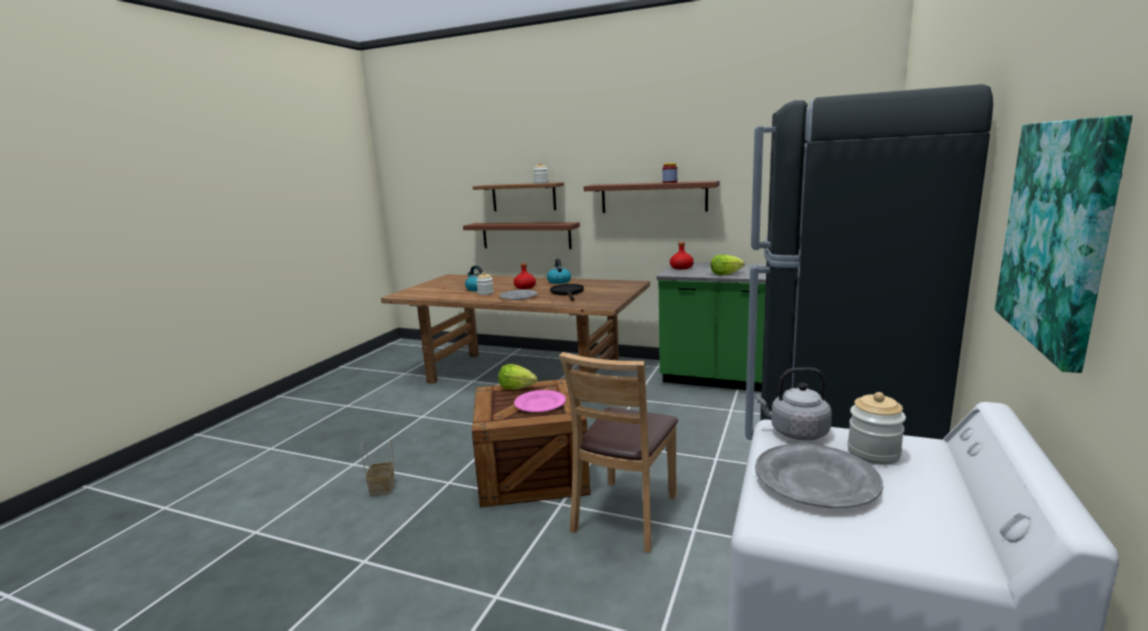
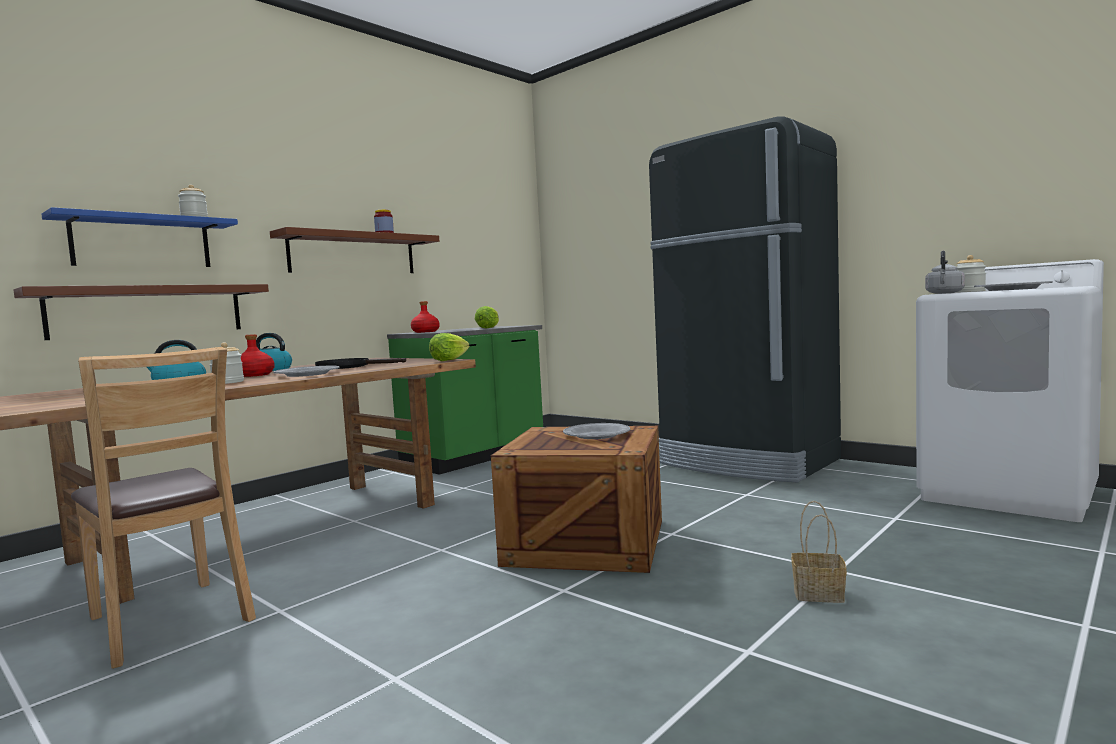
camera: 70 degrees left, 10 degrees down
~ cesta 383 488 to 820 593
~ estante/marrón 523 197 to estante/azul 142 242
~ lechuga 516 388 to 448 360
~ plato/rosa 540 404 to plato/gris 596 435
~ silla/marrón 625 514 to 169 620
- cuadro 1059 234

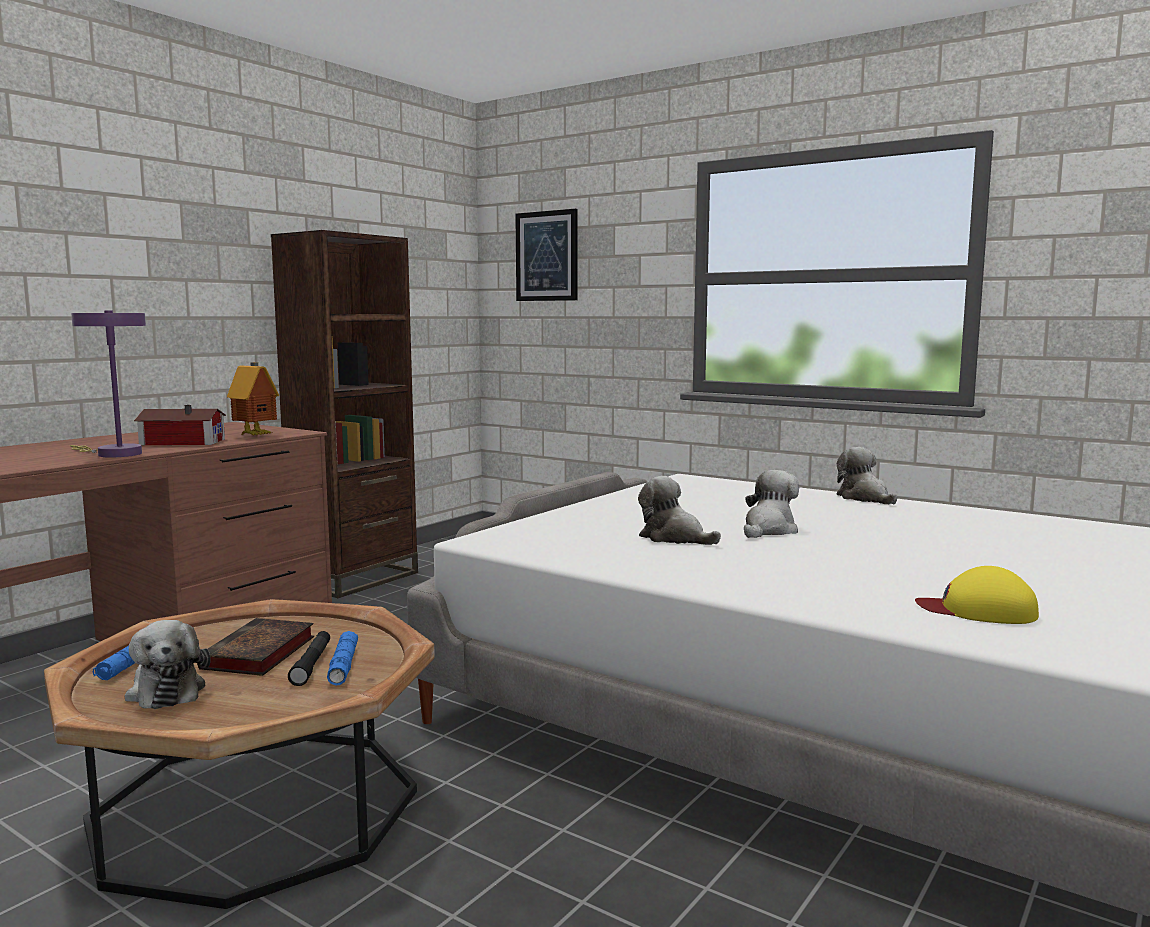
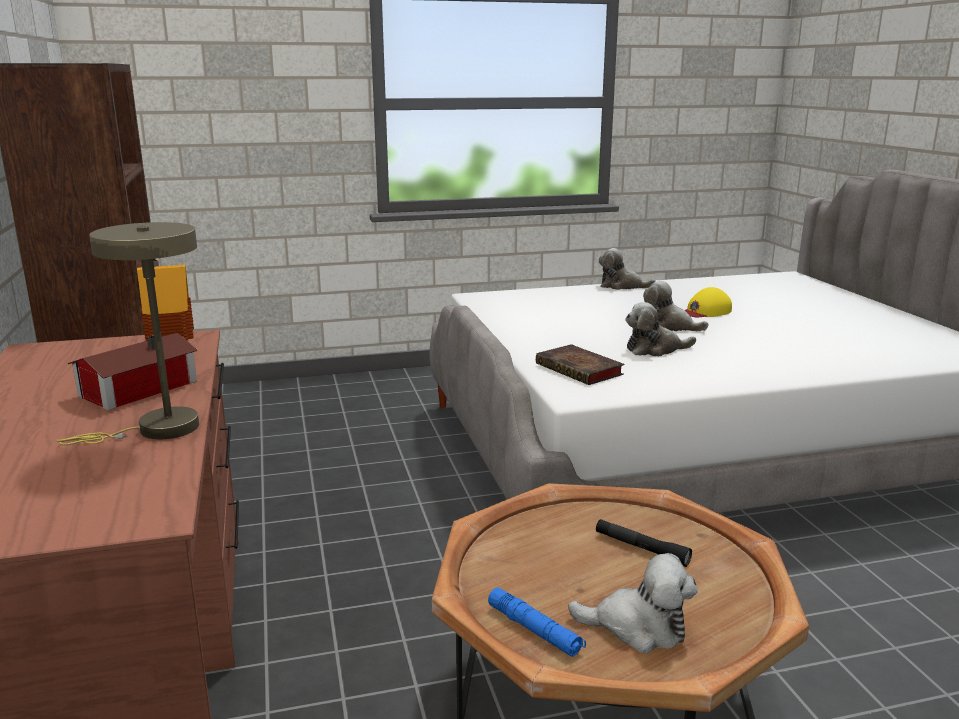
camera: 50 degrees left, 10 degrees up
~ lámpara de mesa/morado 114 454 to lámpara de mesa/beis 157 430
~ libro 258 654 to 581 370
- linterna/azul 343 665
- cuadro 547 256
~ peluche 768 530 = 669 326 45 degrees counterclockwise
~ gorra/amarillo 977 610 to 705 311

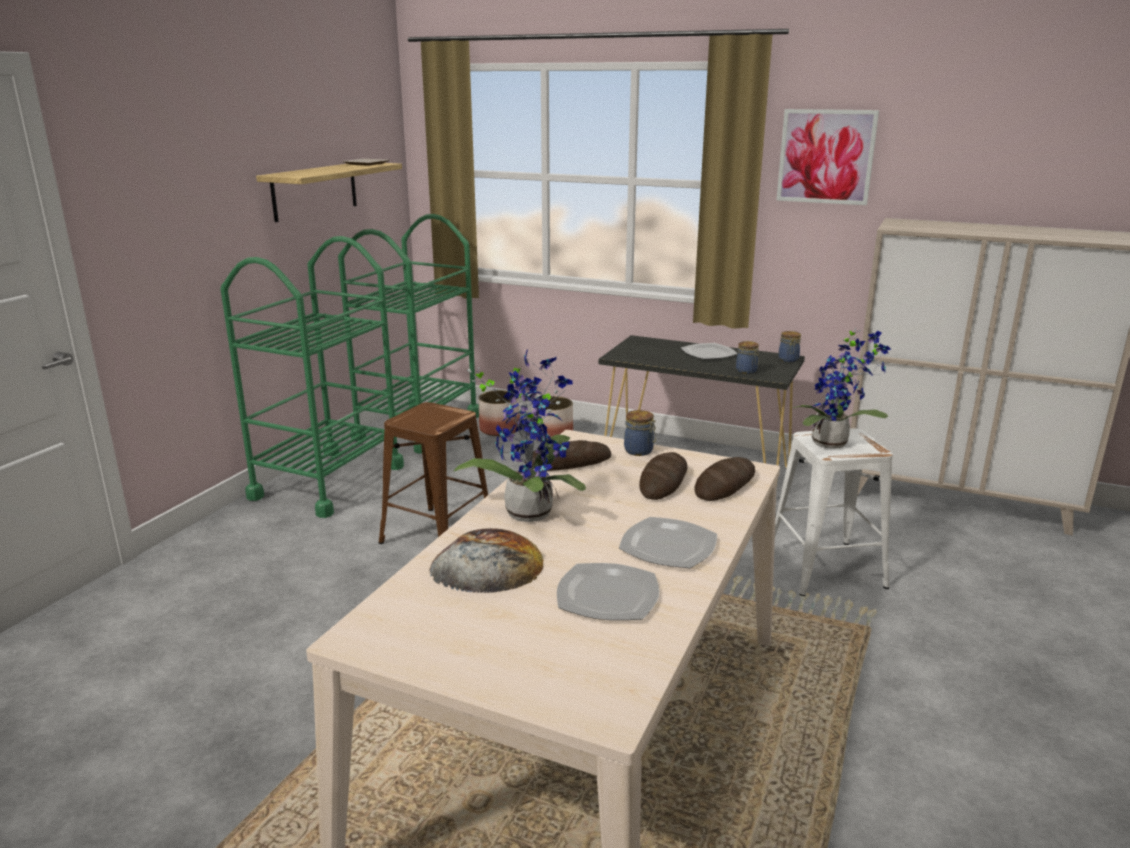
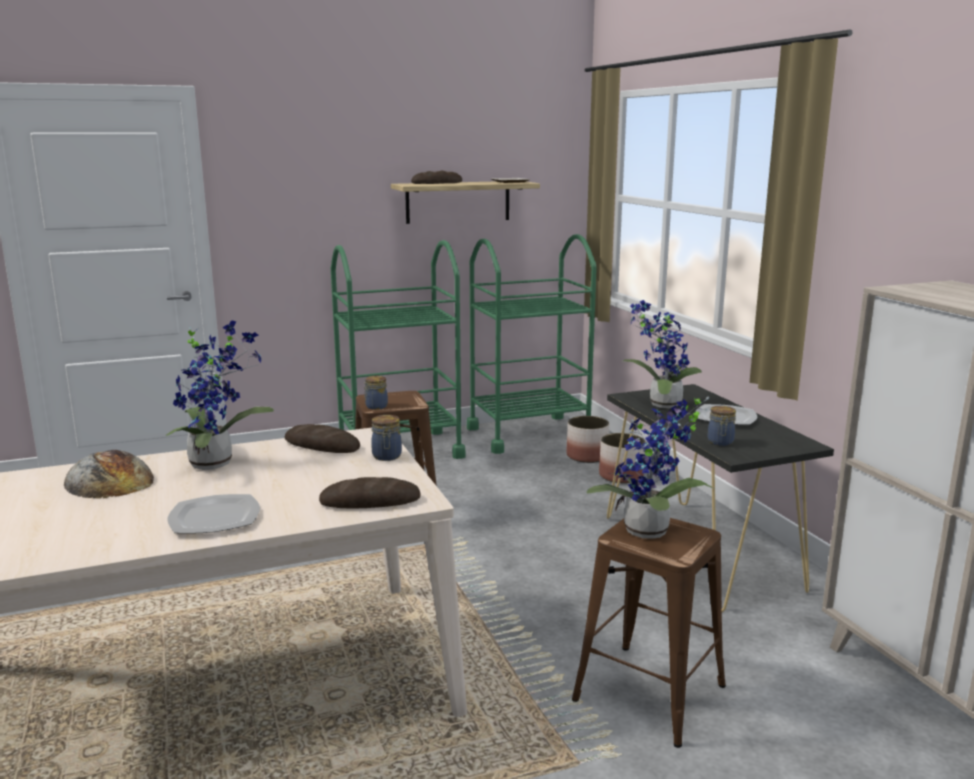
camera: 45 degrees right, 5 degrees down
- plato 607 595
~ pan 663 481 to 437 183
~ taburete/blanco 824 567 to taburete/marrón 650 691
- cuadro 826 156
~ tarro 788 360 to 375 407
+ planta en maceta 661 404

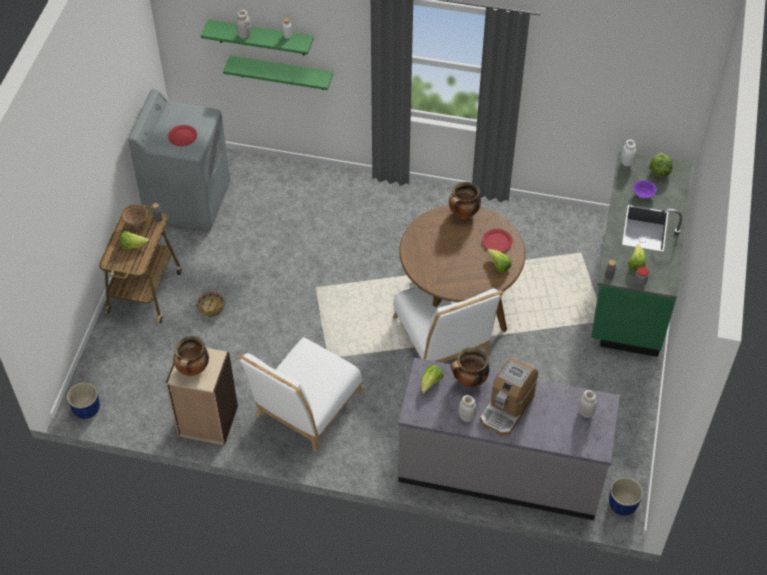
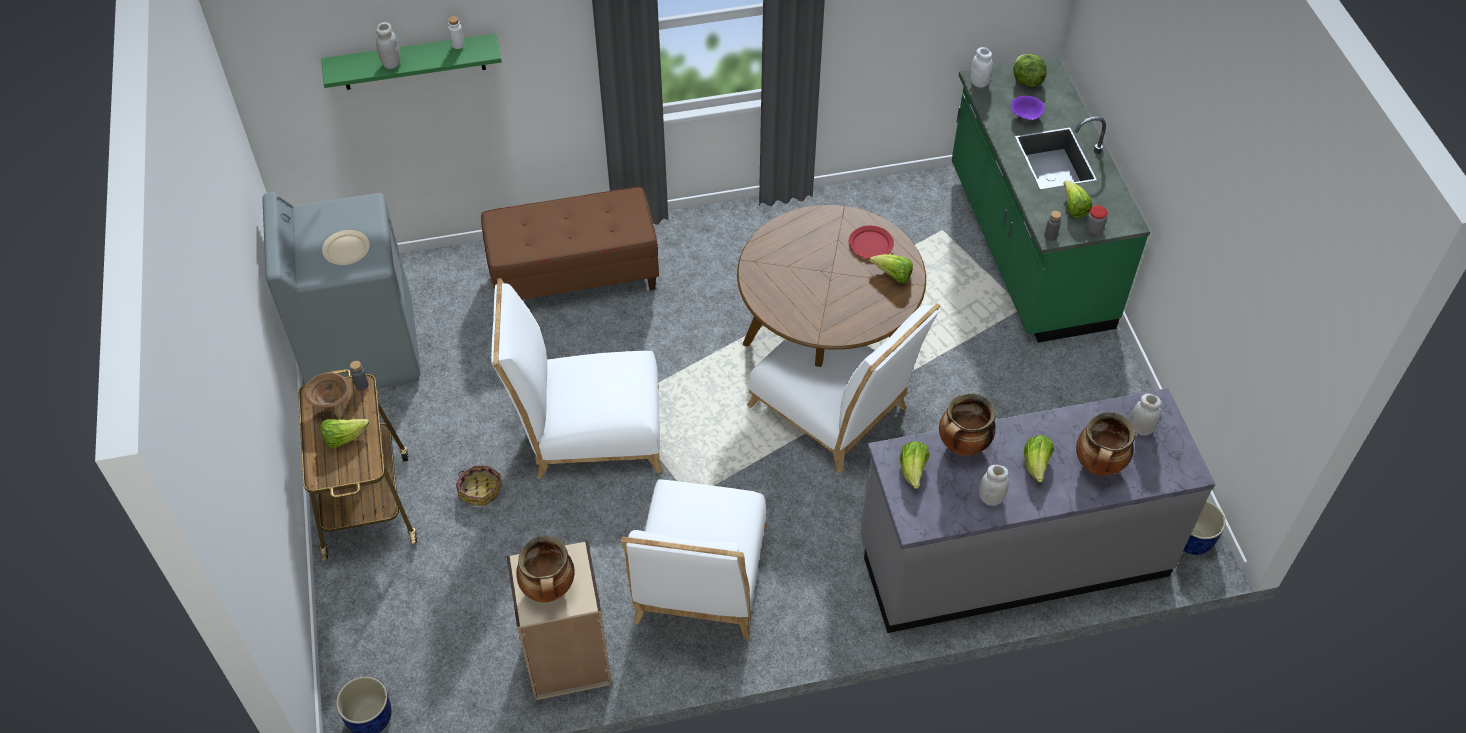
camera: 25 degrees left, 0 degrees up
~ plato/rojo 183 137 to plato/beis 347 249
- estante/verde 282 73
~ olla 463 214 to 1099 466
~ cafetera 506 408 to lechuga 1036 465
+ banco/marrón 574 276
+ silla/blanco 588 431

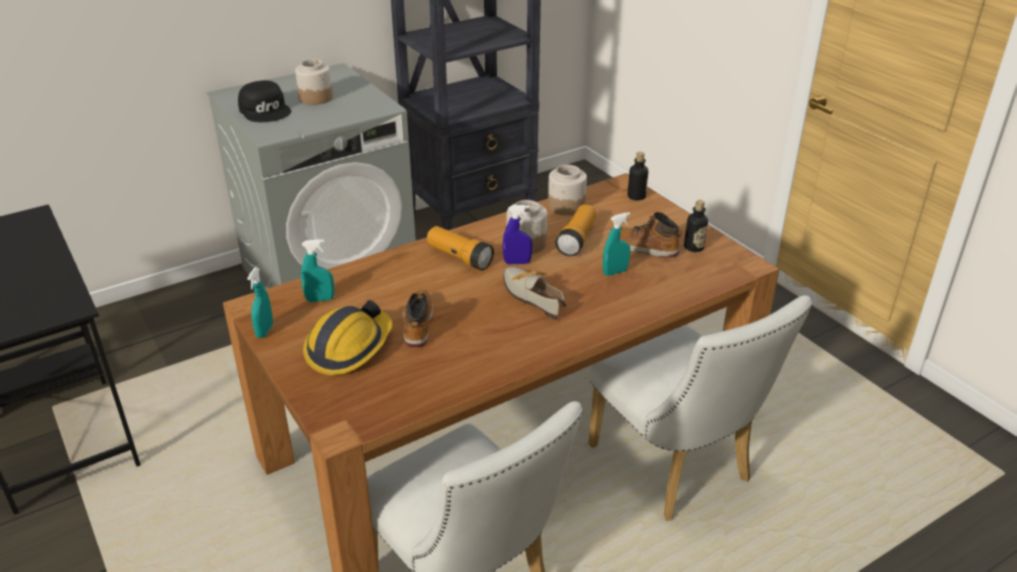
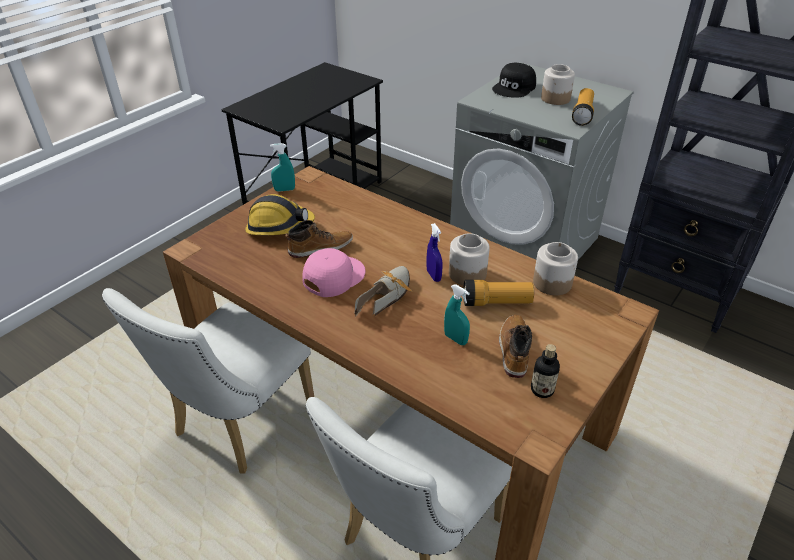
camera: 70 degrees right, 5 degrees up
- pulverizador/turquesa 320 299
~ linterna 459 257 to 582 114
- botella 636 196
+ gorra/rosa 333 276

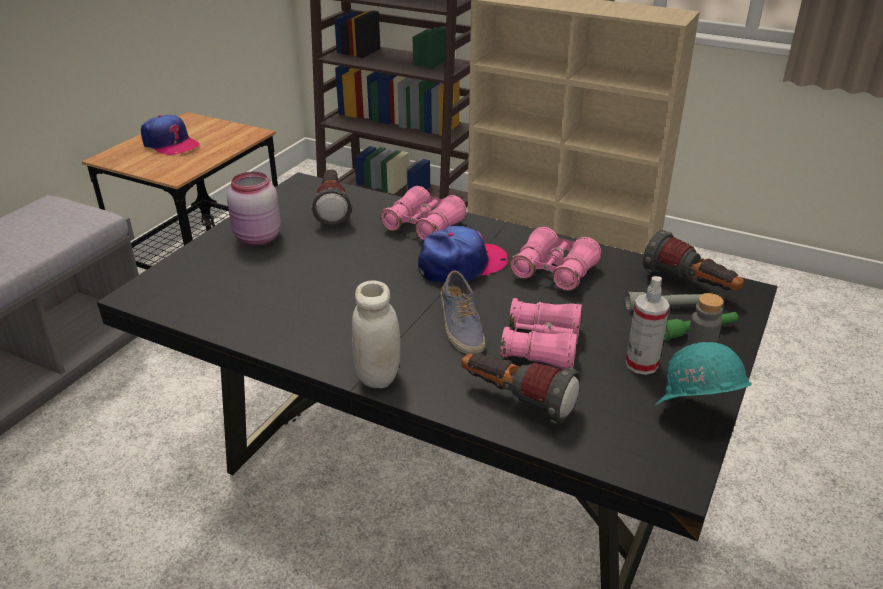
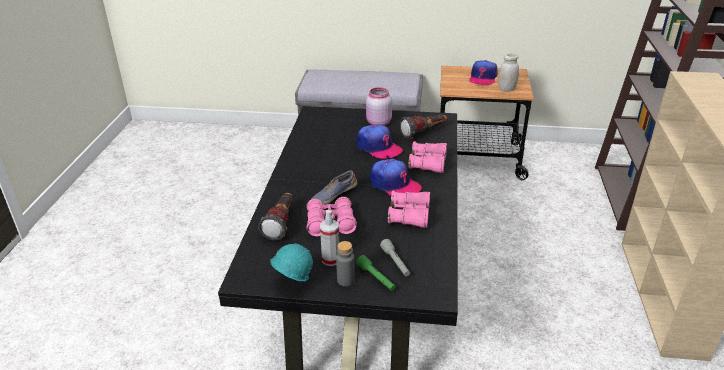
camera: 70 degrees right, 0 degrees up
~ tarro/blanco 378 376 to 507 89
- linterna 690 285
+ gorra 378 147

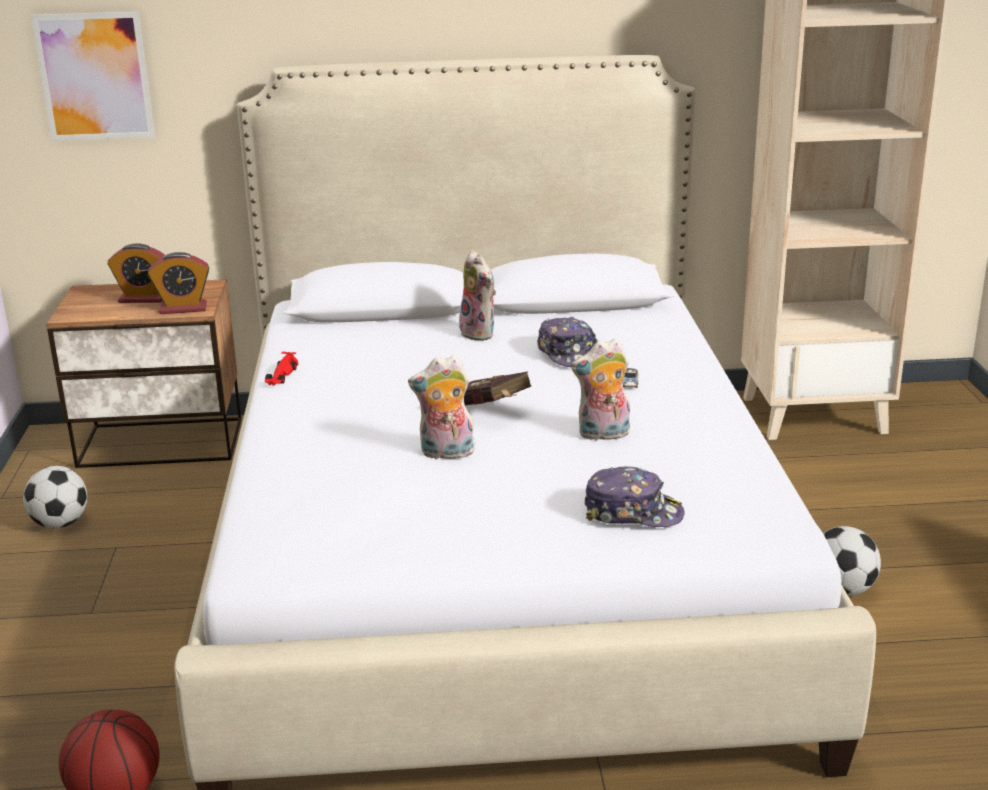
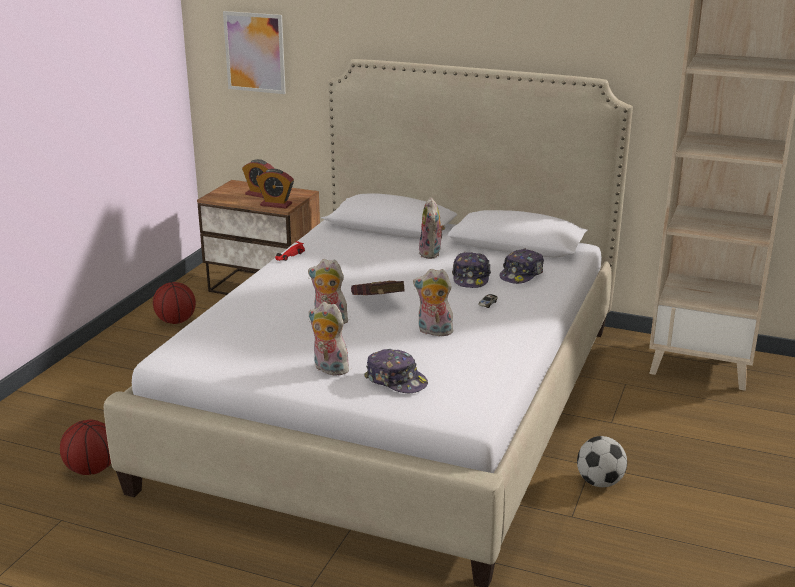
camera: 25 degrees right, 0 degrees up
~ balón de fútbol 60 523 to balón de baloncesto 176 321
+ peluche 328 369
+ gorra 522 274

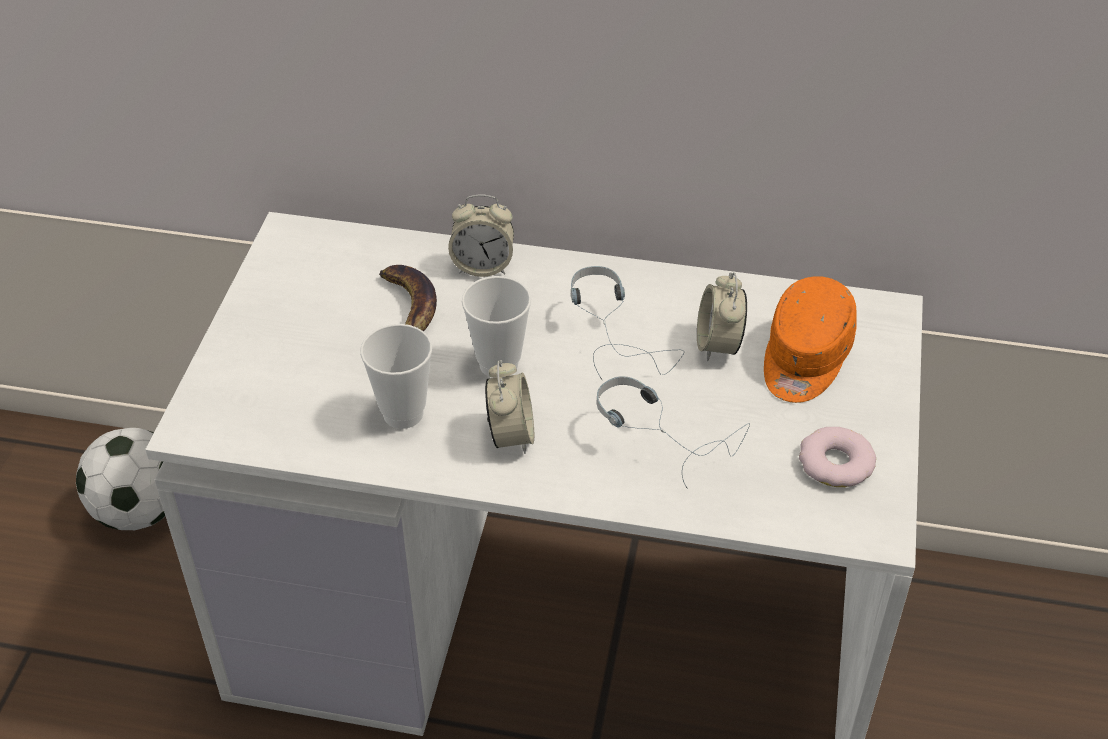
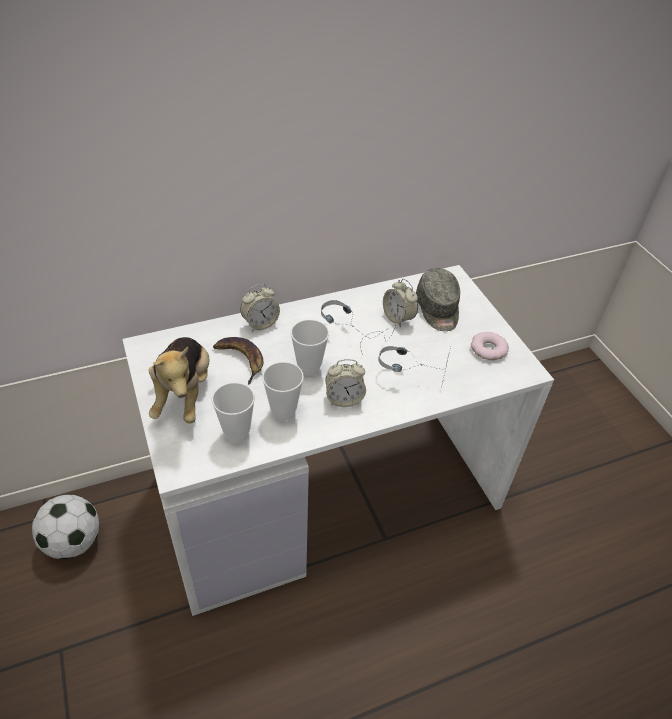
camera: 35 degrees left, 0 degrees up
~ despertador 511 436 = 344 399 120 degrees clockwise
~ gorra/naranja 804 358 to gorra/gris 437 309
+ peluche 184 394
+ taza 237 433

